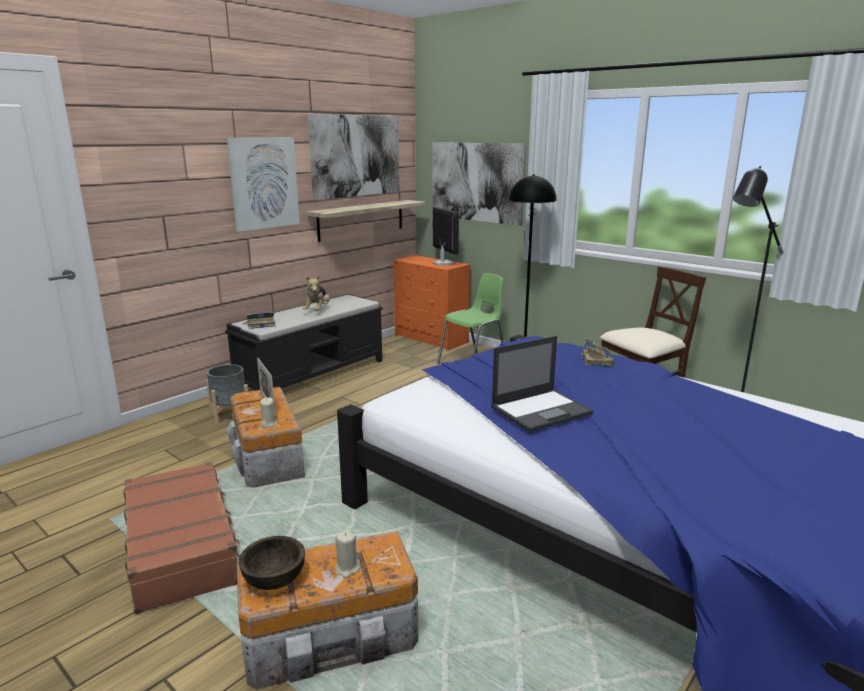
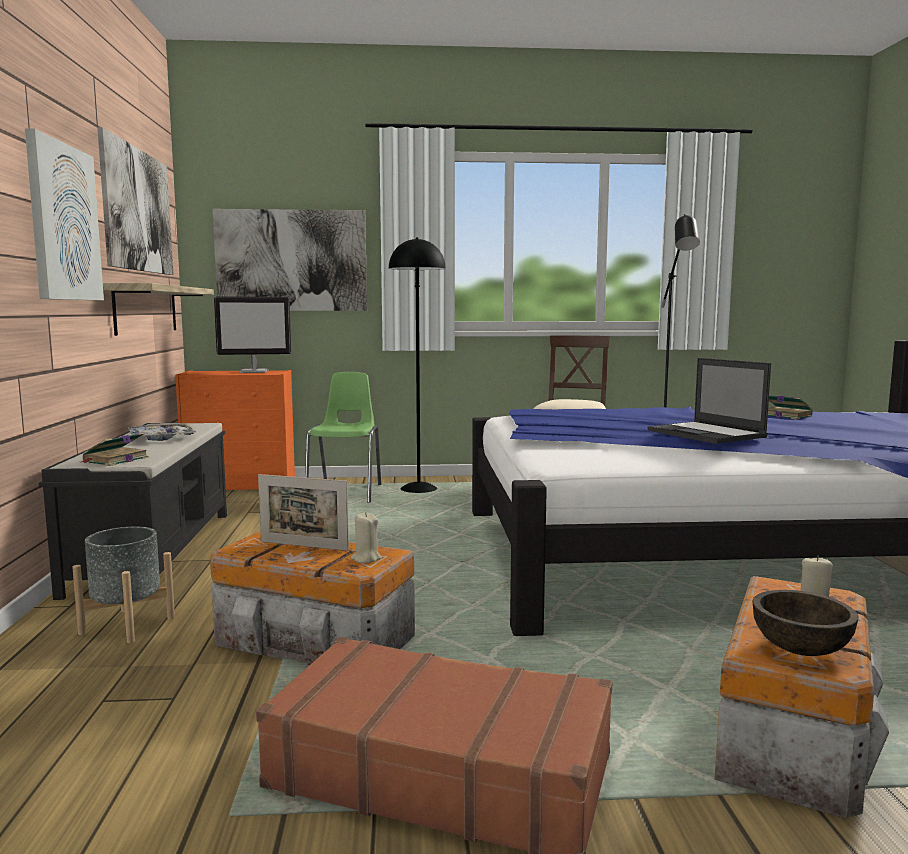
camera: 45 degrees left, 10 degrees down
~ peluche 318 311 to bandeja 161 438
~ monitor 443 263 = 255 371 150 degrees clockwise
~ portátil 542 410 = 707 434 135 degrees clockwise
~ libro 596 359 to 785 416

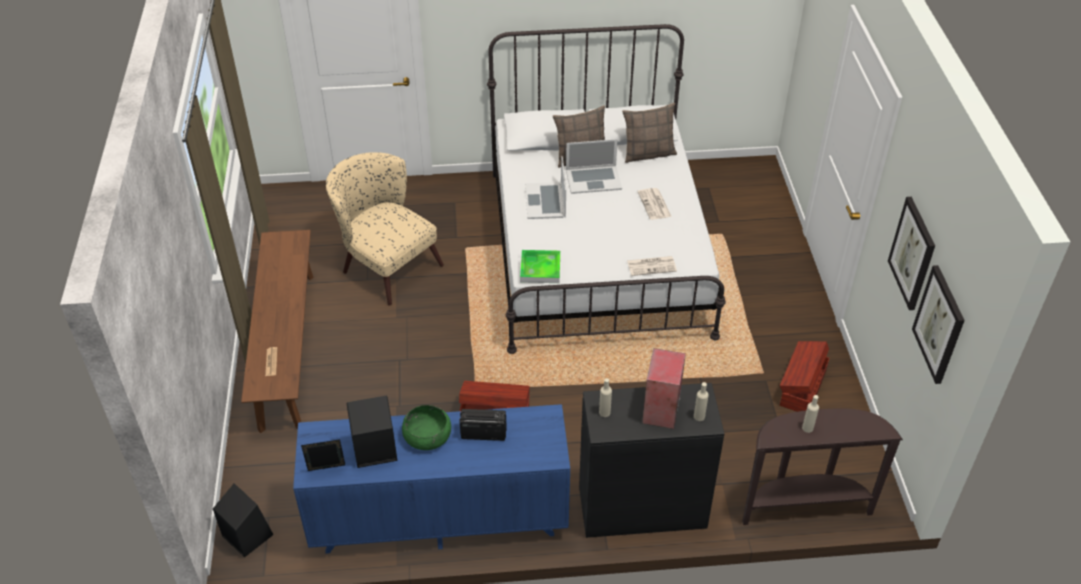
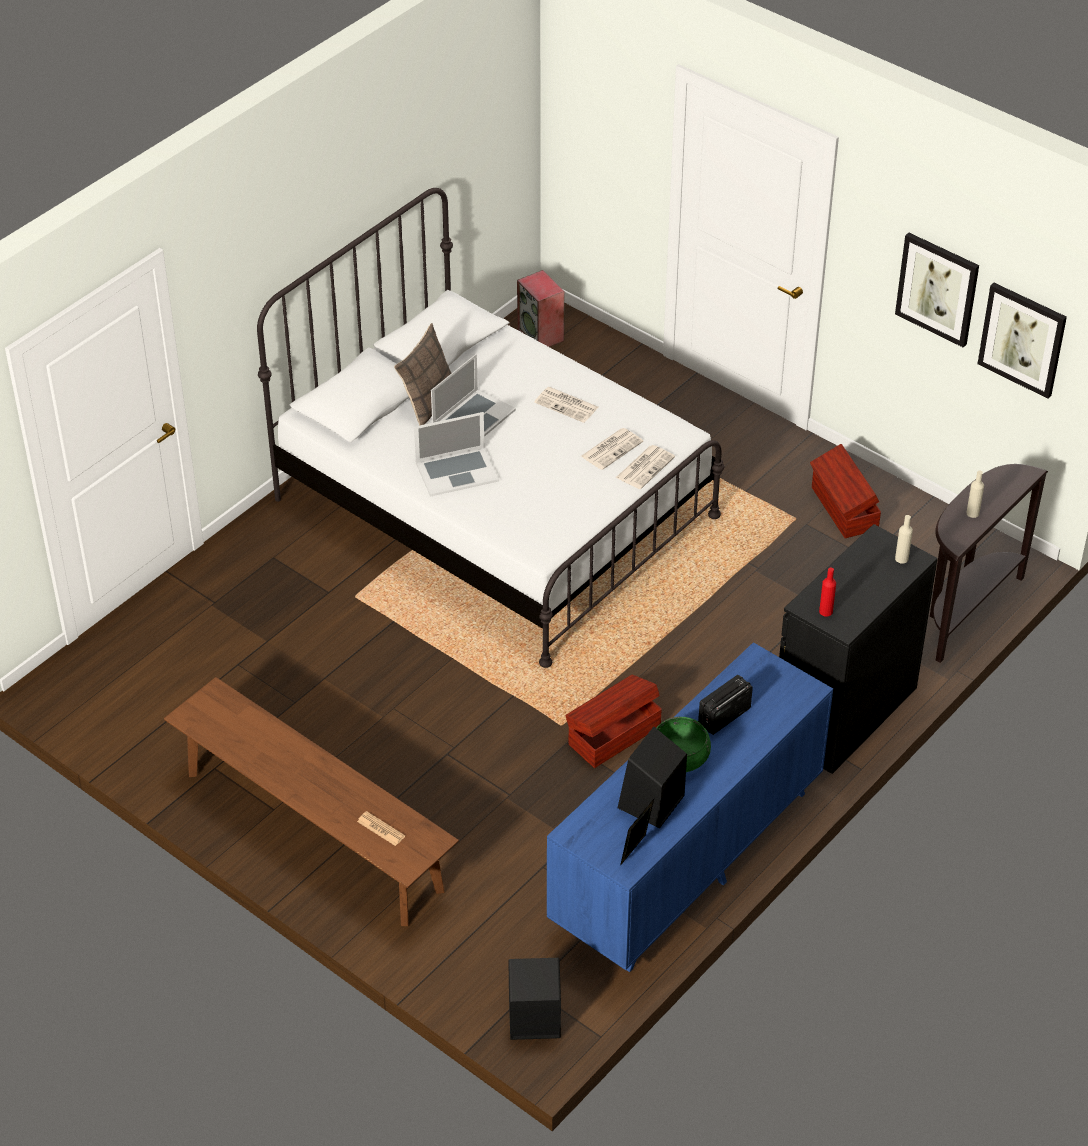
camera: 45 degrees left, 0 degrees up
- sillón/beis 385 264
- bandeja 540 269
~ portátil 545 201 = 457 471 60 degrees counterclockwise
~ botella/beis 604 412 to botella/rojo 826 611
- cojín 648 153
~ altavoz 661 410 to 541 335
+ periódico 612 448

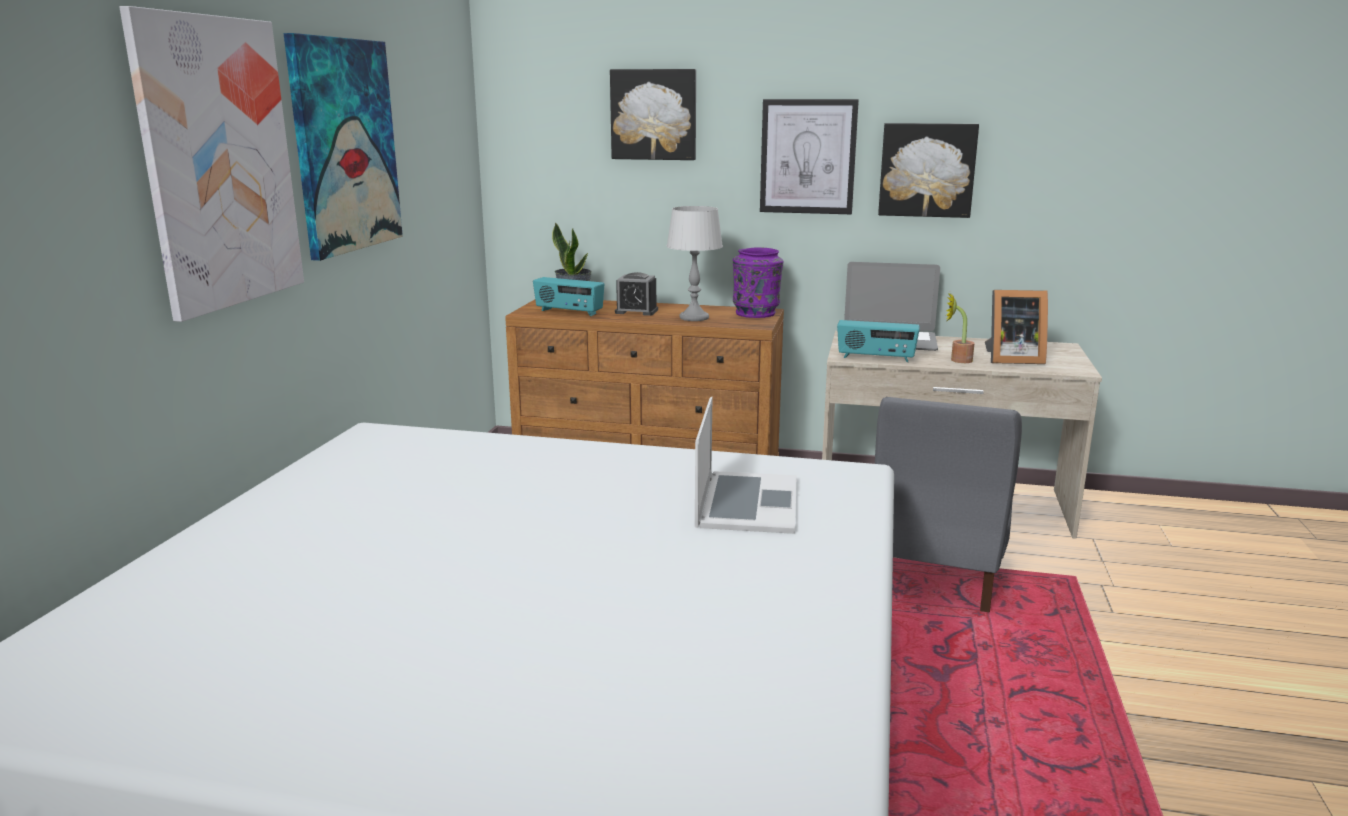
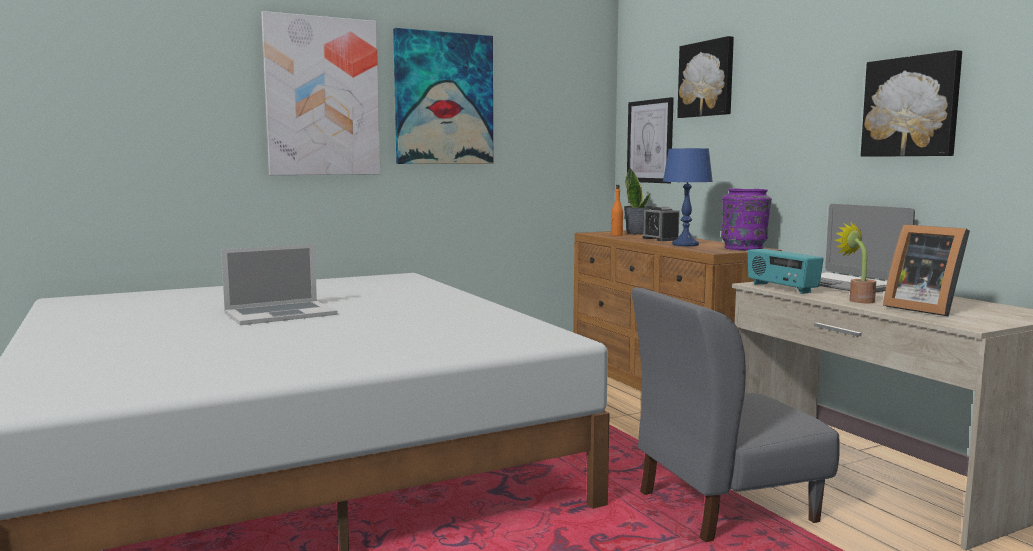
camera: 50 degrees right, 10 degrees down
~ radio 569 312 to botella/naranja 616 235
~ lámpara de mesa/gris 694 317 to lámpara de mesa/azul 685 244
~ portátil 746 502 to 280 313
~ cuadro 808 157 to 650 141

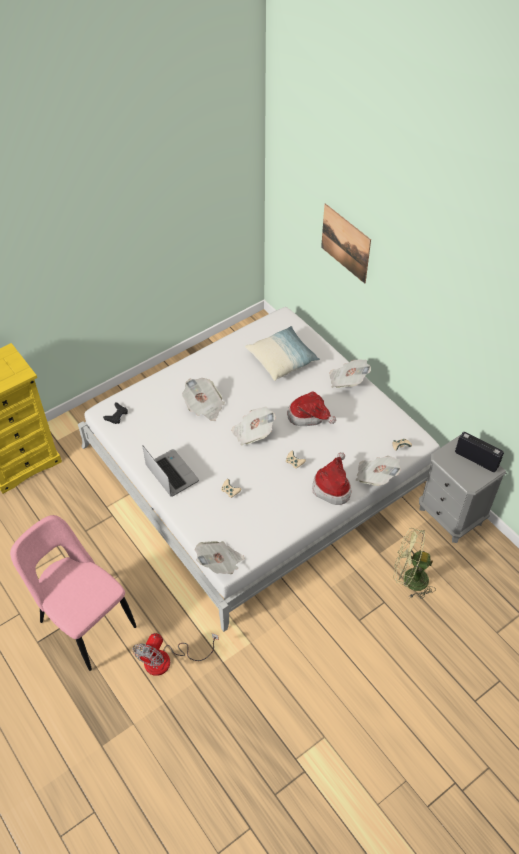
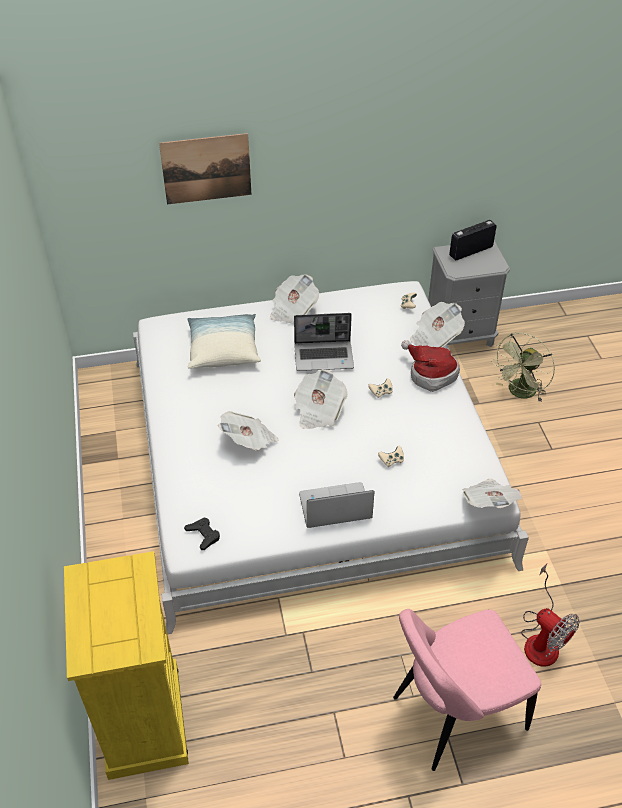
camera: 65 degrees left, 5 degrees down
~ sombrero 309 416 to portátil 324 356

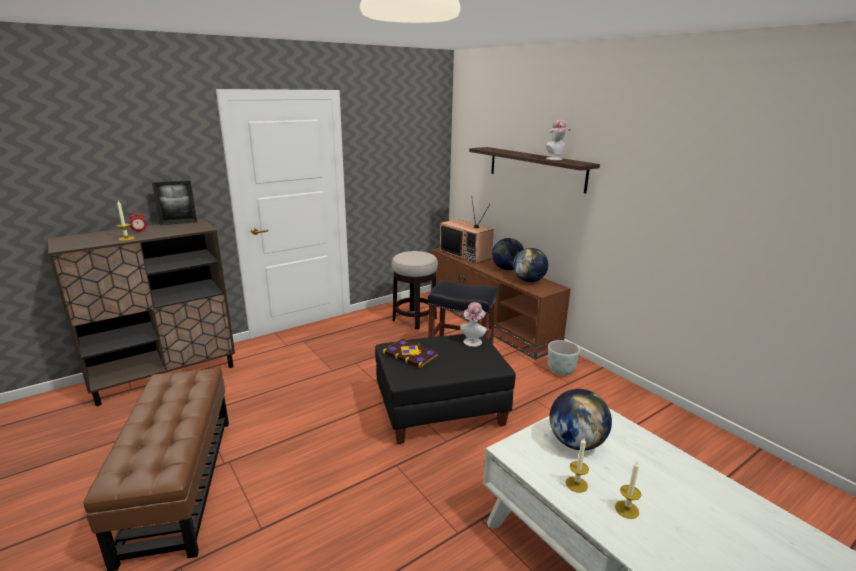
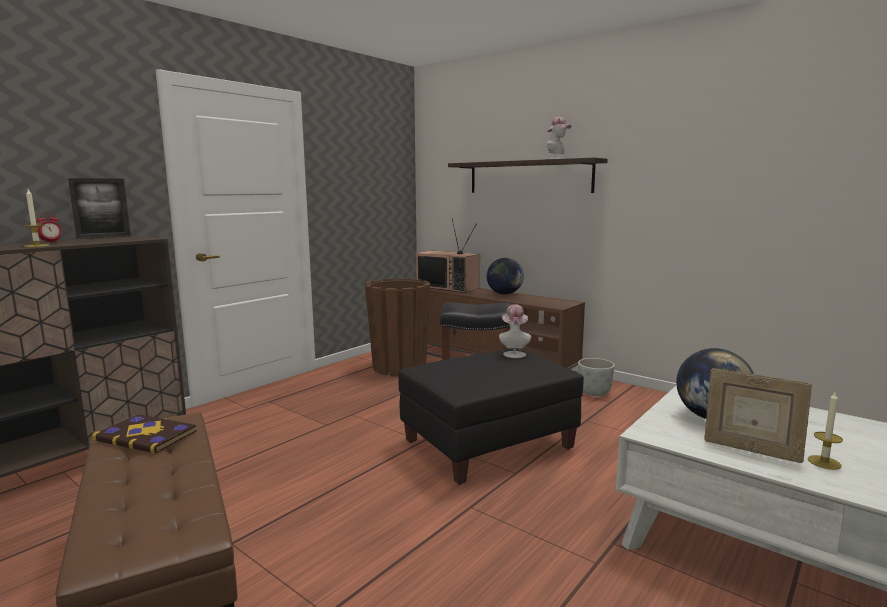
camera: 15 degrees left, 10 degrees down
~ libro 411 354 to 147 435
~ taburete 414 319 to maceta/marrón 399 367
- globo terráqueo 529 281
~ vela 576 484 to portarretratos 750 450

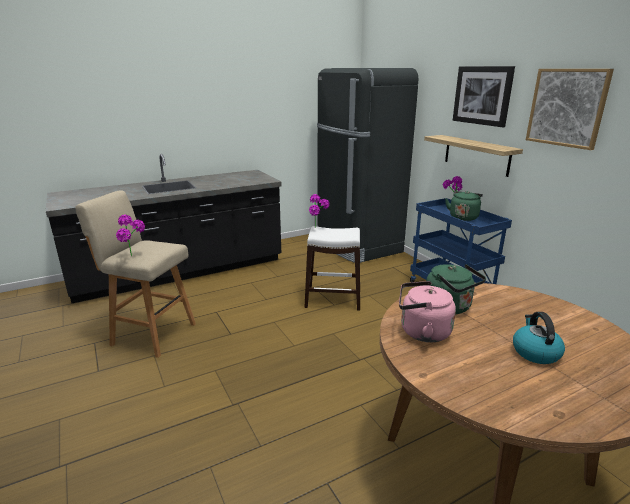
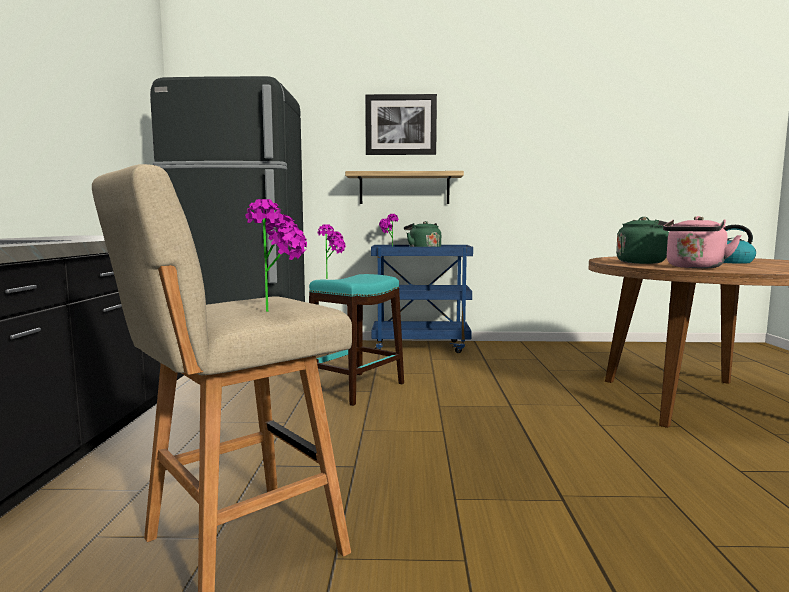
camera: 60 degrees left, 15 degrees down
~ taburete/blanco 333 299 to taburete/turquesa 355 388
- cuadro 567 107

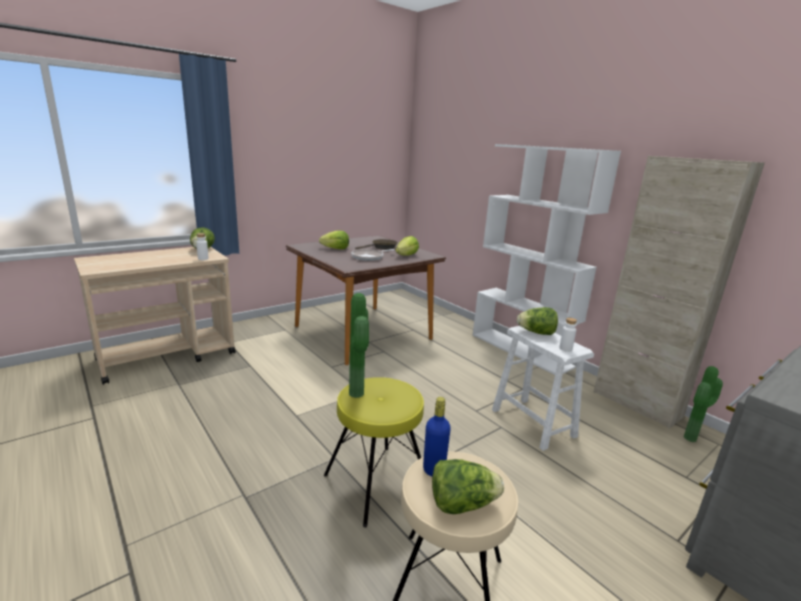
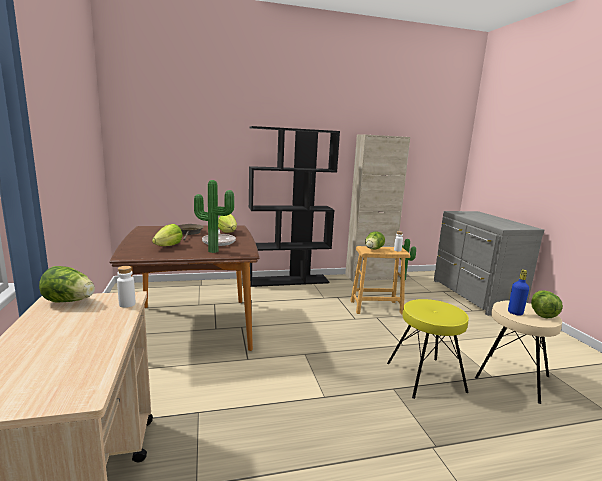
camera: 65 degrees left, 5 degrees down
~ planta en maceta 359 393 to 214 250
~ estantería/blanco 521 350 to estantería/negro 288 280
~ taburete/blanco 532 423 to taburete/marrón 376 307

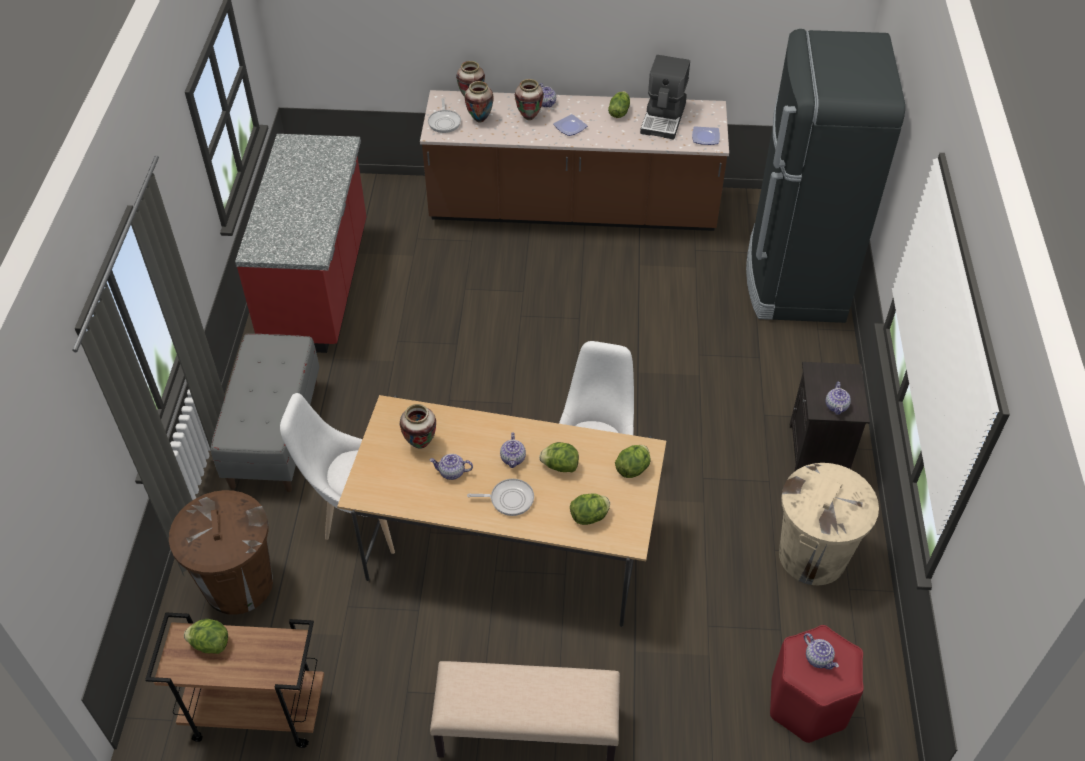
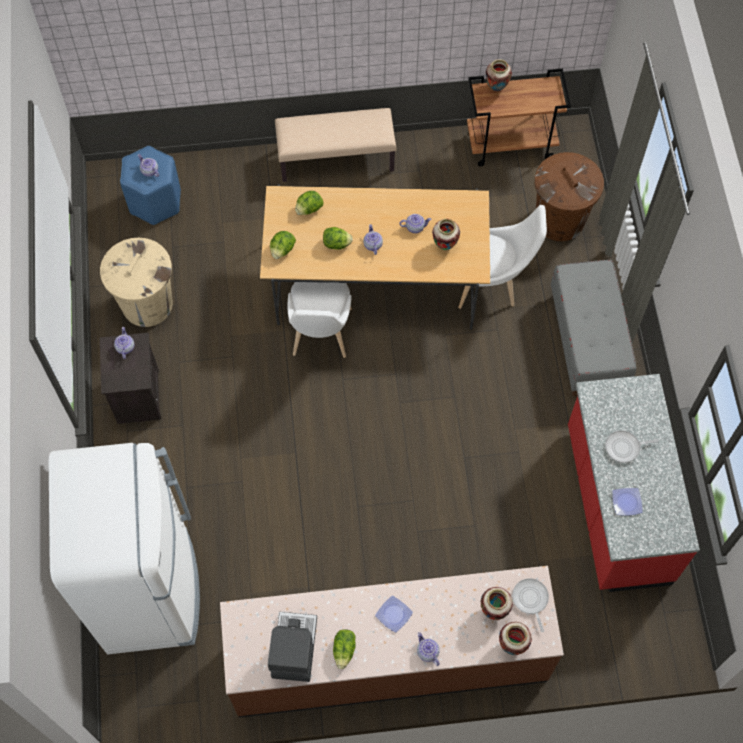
camera: 170 degrees right, 15 degrees up
- lechuga 210 644
~ sartén 509 499 to 624 447
~ florero 529 117 to 496 88
~ plato 705 137 to 627 503
~ nevera/negro 794 280 to nevera/blanco 150 591
~ taburete/rojo 807 704 to taburete/azul 155 201

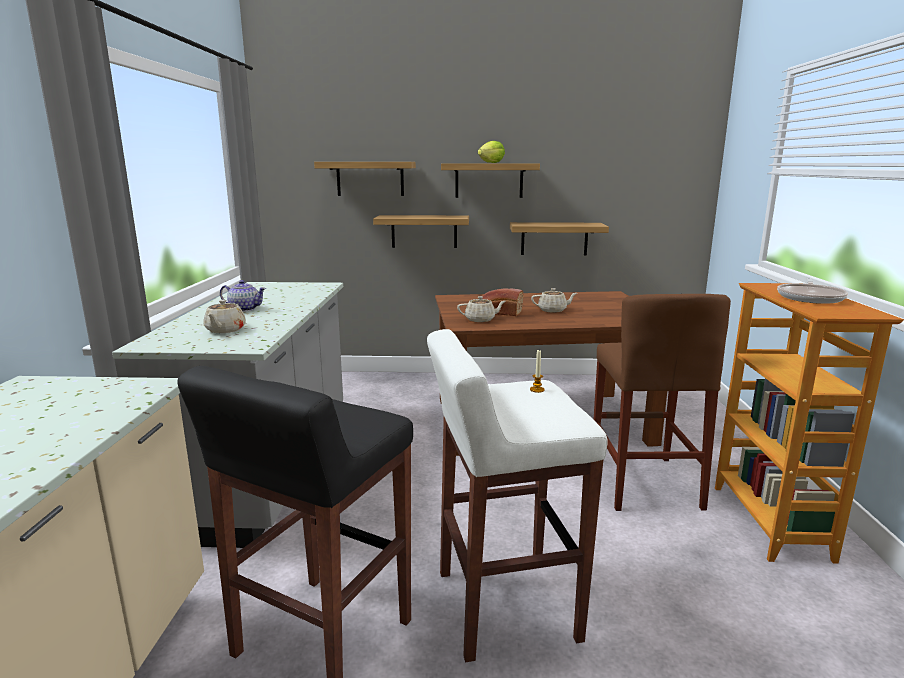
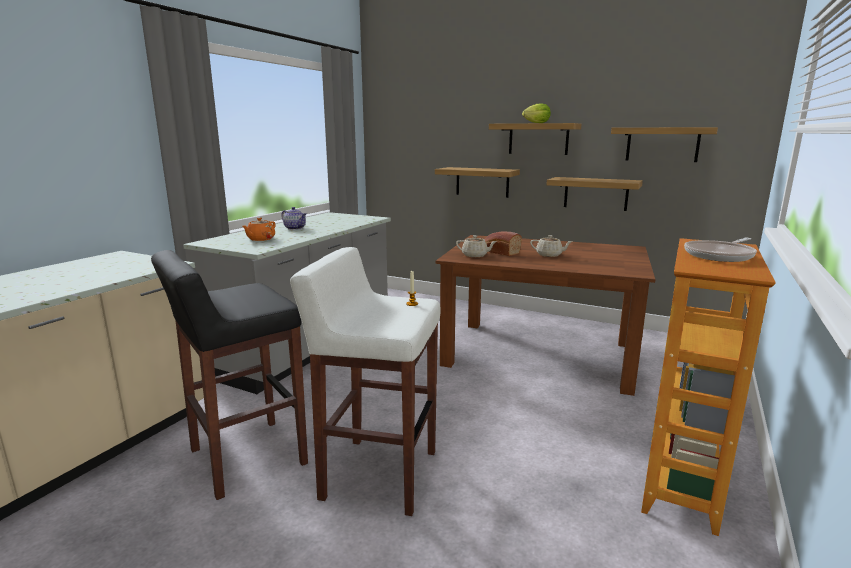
camera: 25 degrees right, 0 degrees up
~ tetera/beis 225 330 to tetera/naranja 260 239
~ estante 370 179 to 662 144
- taburete/marrón 643 482

